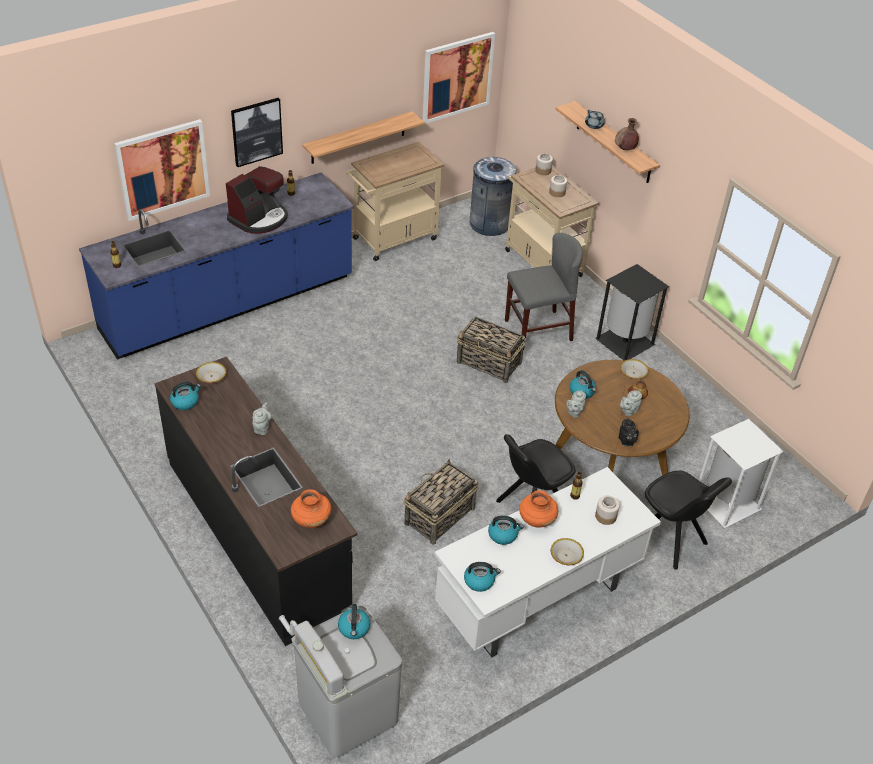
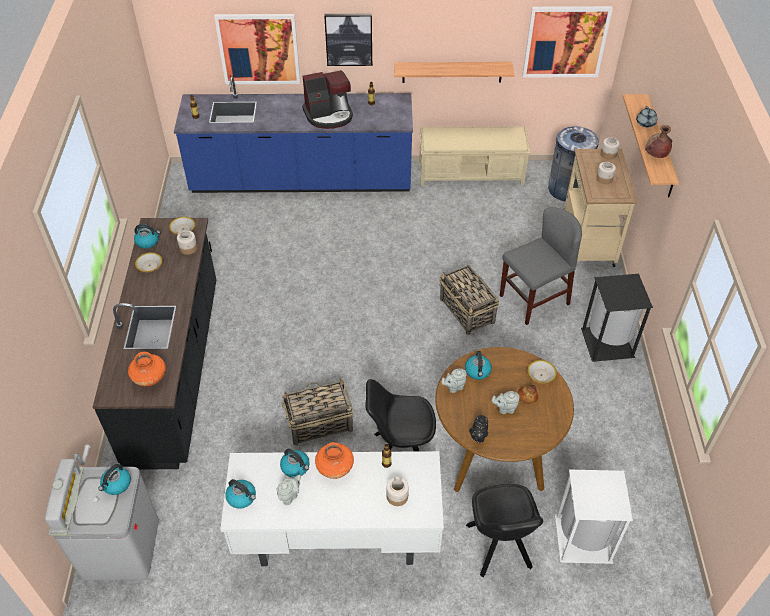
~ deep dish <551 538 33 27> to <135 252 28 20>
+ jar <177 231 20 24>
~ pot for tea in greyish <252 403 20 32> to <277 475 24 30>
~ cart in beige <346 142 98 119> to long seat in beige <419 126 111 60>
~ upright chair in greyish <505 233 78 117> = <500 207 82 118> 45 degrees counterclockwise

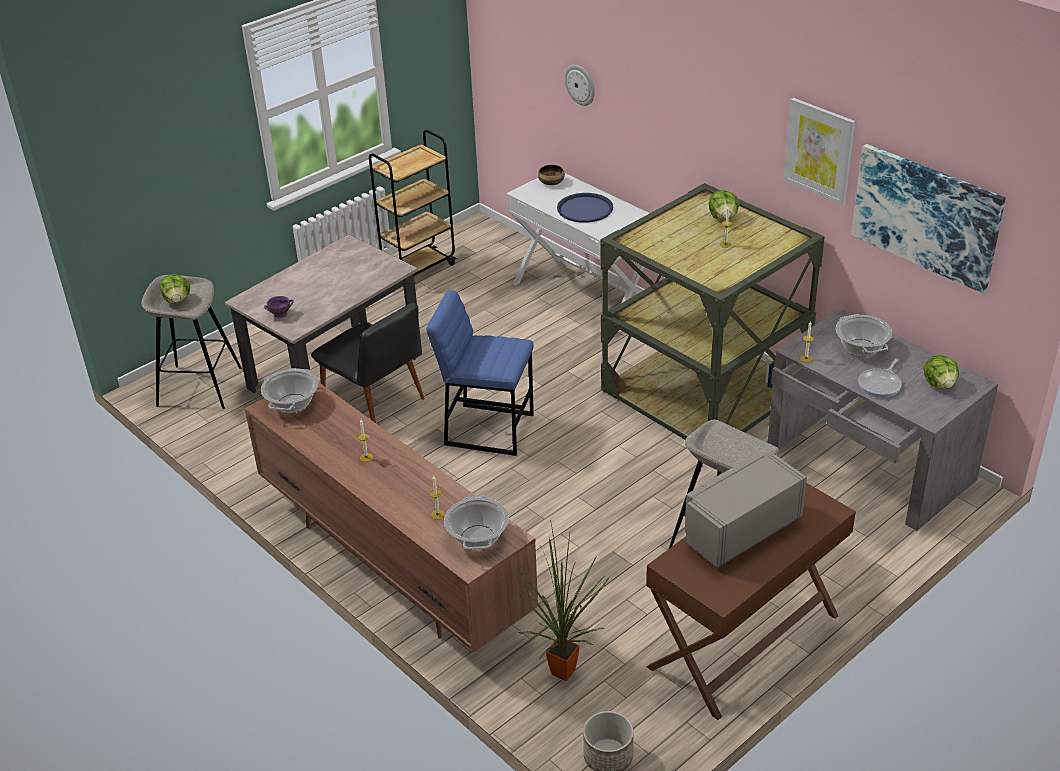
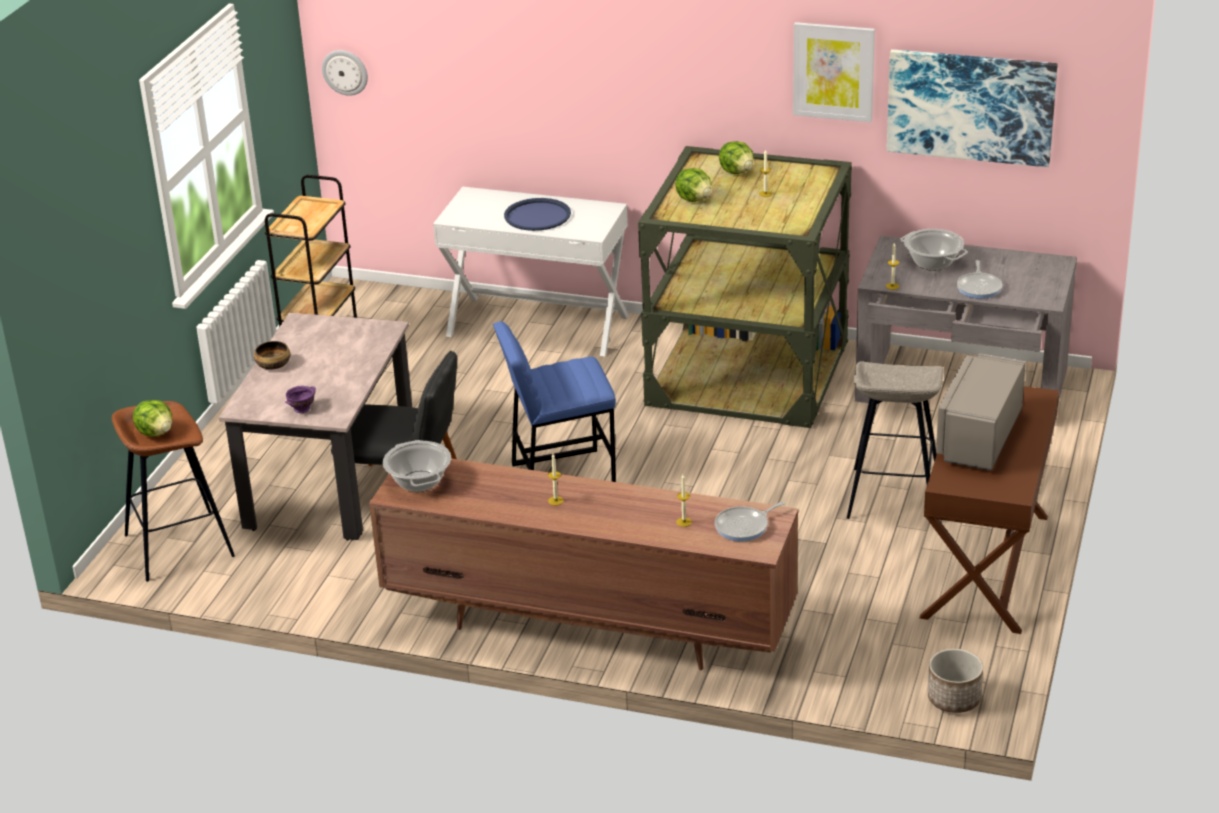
~ stool seat in greyish <141 275 101 134> to stool seat in brownish <112 401 123 181>
~ deep dish <538 165 27 20> to <254 341 36 29>
~ wall clock <564 65 31 41> to <322 50 46 46>
~ head of lettuce <924 355 35 34> to <675 168 36 34>
~ cooking pot <444 496 65 54> to frying pan <715 501 70 40>
- potted plant <517 520 92 161>

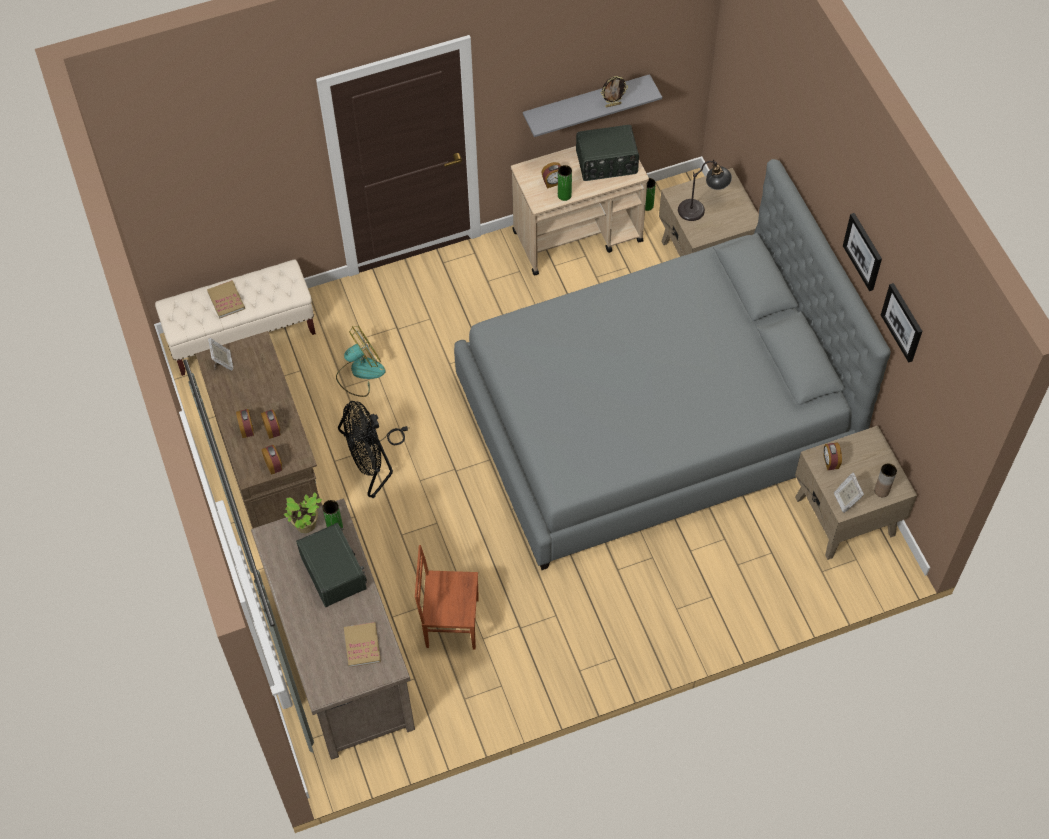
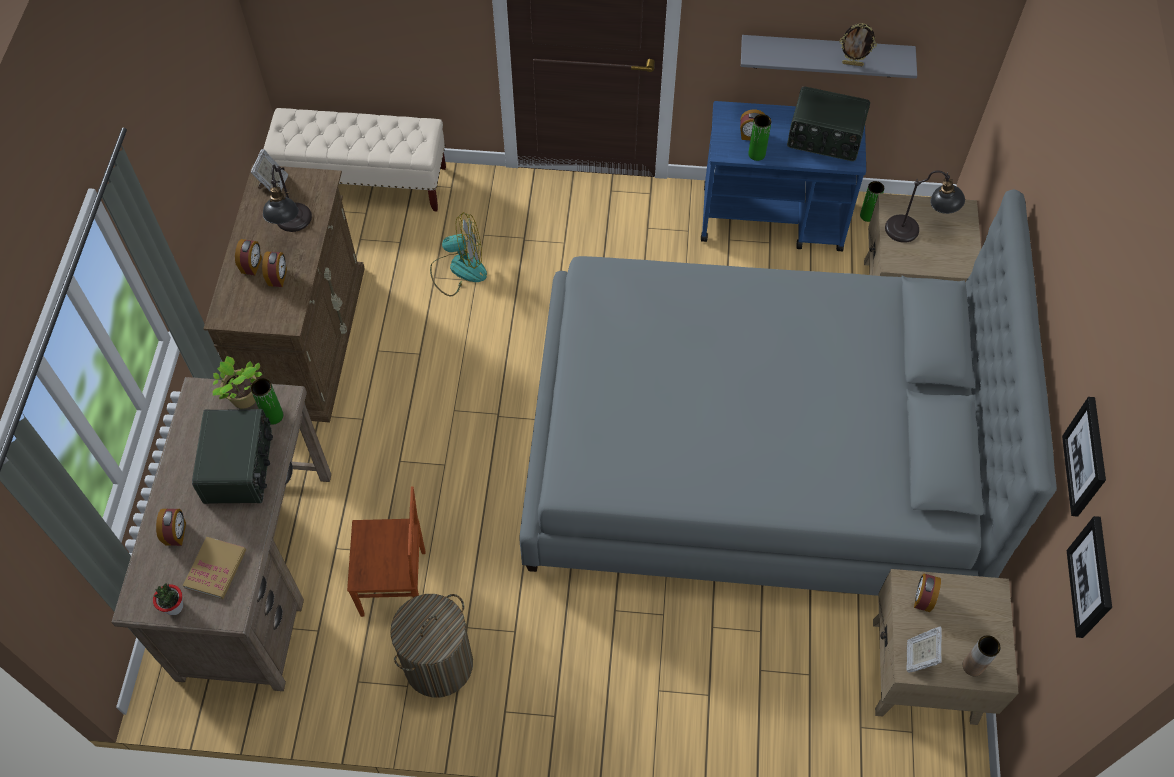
+ potted plant <153 583 30 32>
~ table clock <261 445 21 30> to <156 509 30 37>
+ lamp for a table in greyish <263 165 49 67>
~ upright chair in brownish <415 545 64 105> = <347 486 78 131> 150 degrees clockwise
+ washing basket <390 594 83 103>
~ cart in beige <511 146 138 130> to cart in blue-coloured <701 101 165 151>
~ wall art <843 213 39 78> to <1067 516 45 122>
- volume <207 280 38 39>
- cooling fan in black-coloured <338 401 71 98>

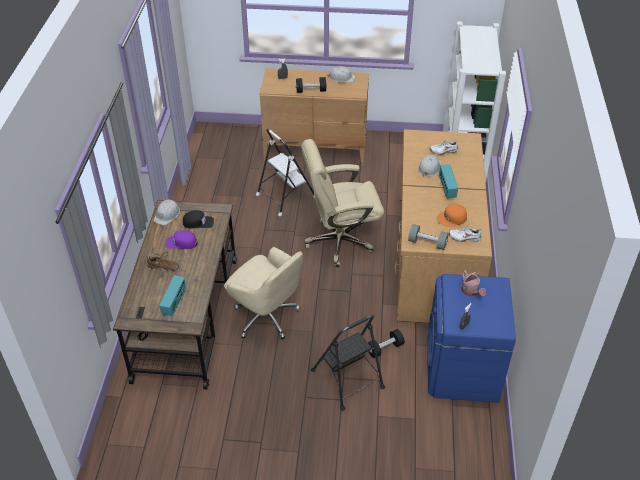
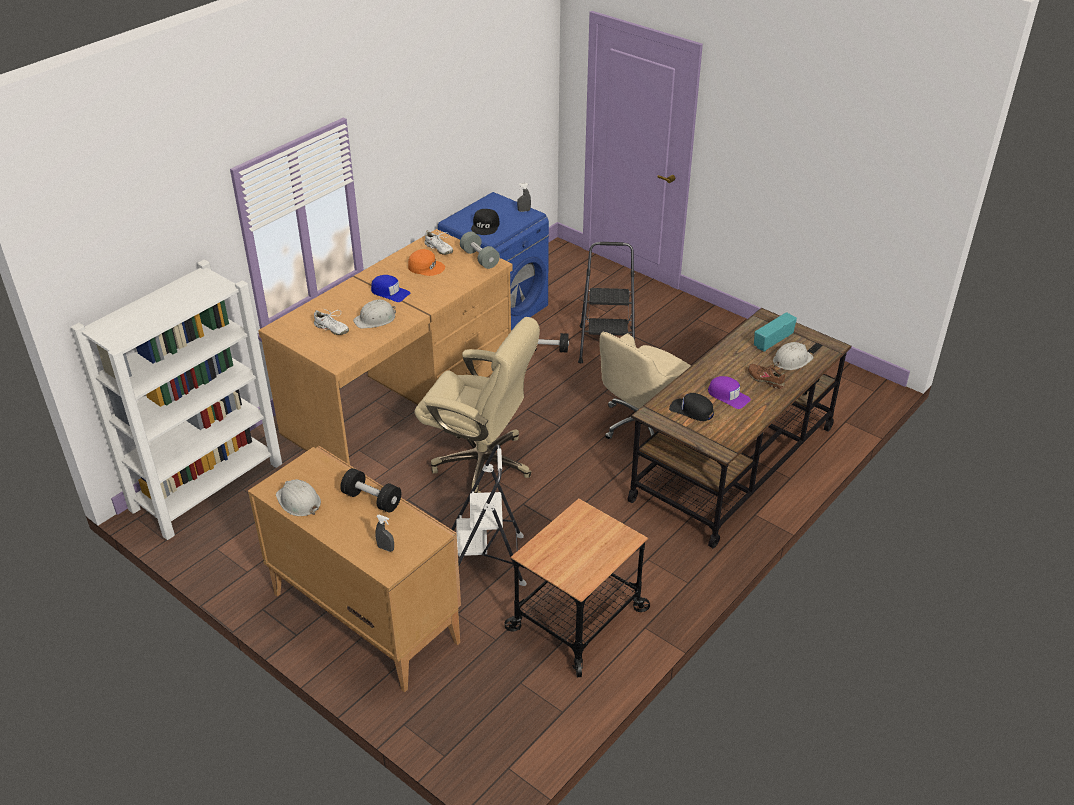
~ radio receiver <439 164 19 35> to baseball cap in blue-coloured <371 275 39 27>
~ watering pot <461 270 25 26> to baseball cap in black-coloured <471 209 28 26>
+ cart <505 498 145 179>
~ desk chair in beige <224 247 79 92> = <599 332 92 107> 120 degrees counterclockwise
~ work helmet in whitish <154 200 26 25> to <773 342 41 28>

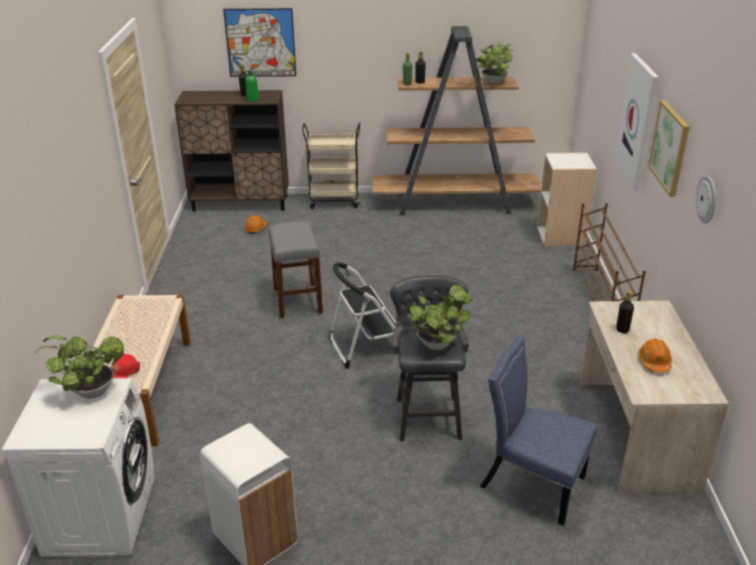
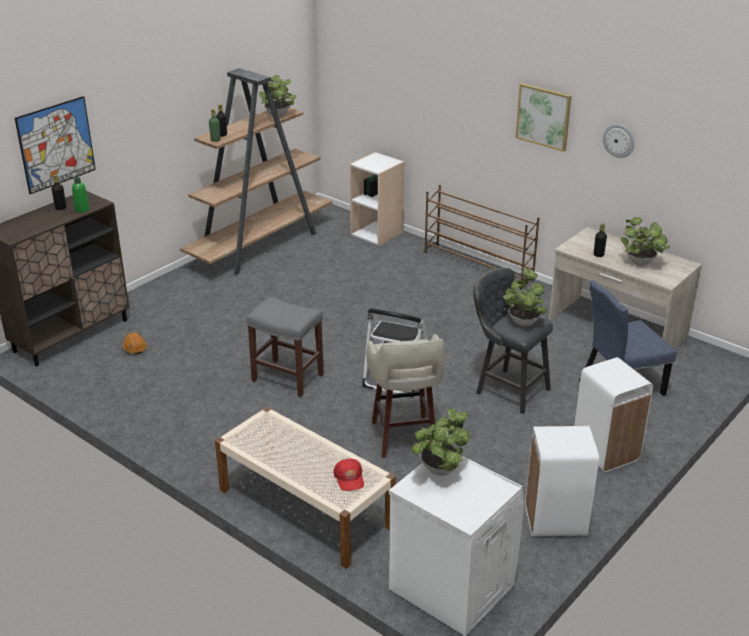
+ stool seat in beige <366 334 80 124>
+ rubbish bin in whitish <574 357 79 115>
~ work helmet in orangey <639 339 33 34> to potted plant <621 217 49 48>
- cart in beige <302 122 59 87>
- wall art <614 53 45 138>

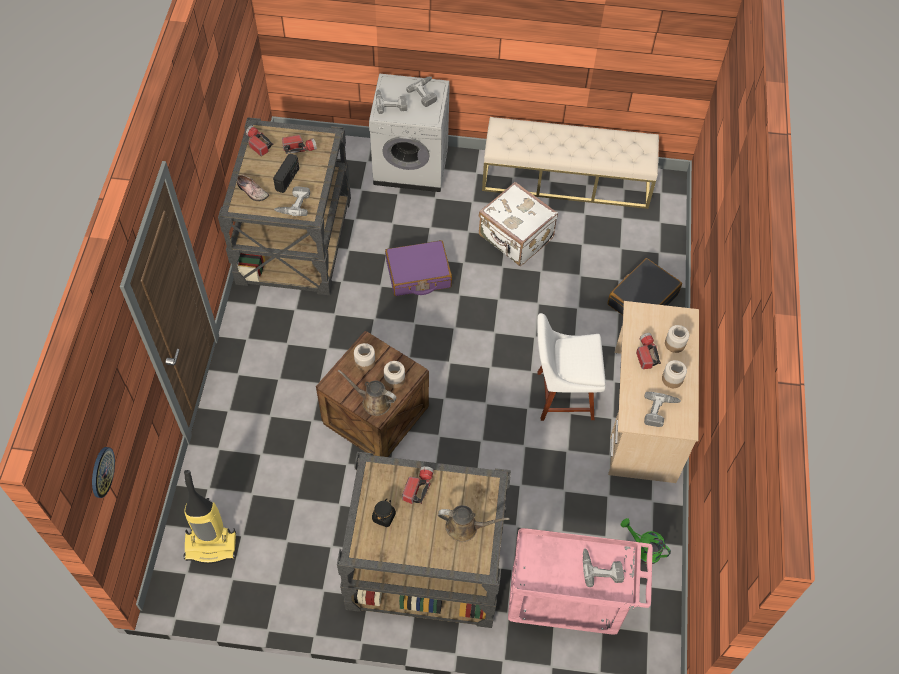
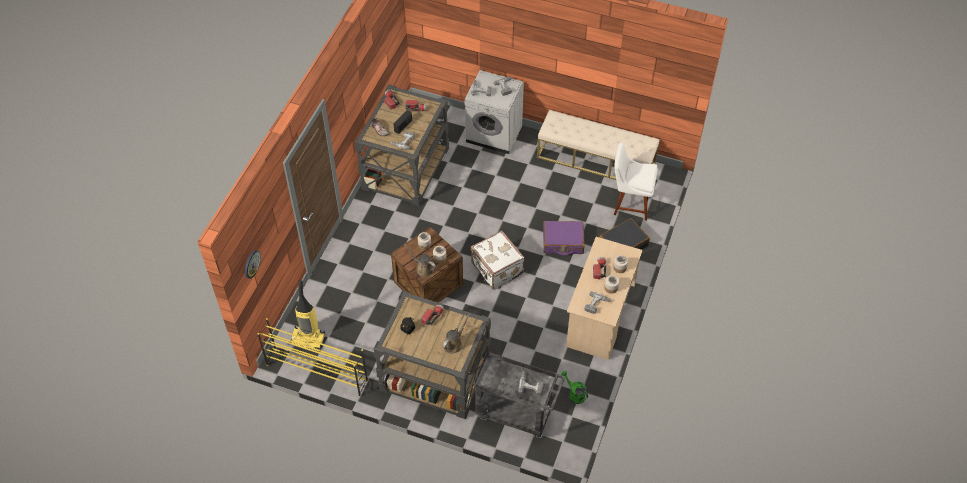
+ shoe stand in yellowish <258 318 110 79>
~ watering pot in brownish <438 505 71 37> = <442 314 28 40> 75 degrees counterclockwise
~ travel case in whitish <479 182 79 84> to <470 230 54 60>
~ cart in pinkish <508 528 145 106> to cart in greyish <474 352 91 86>
~ travel case in purple <385 240 67 56> to <543 221 42 35>
~ upright chair in whitish <537 313 69 108> to <614 142 44 79>

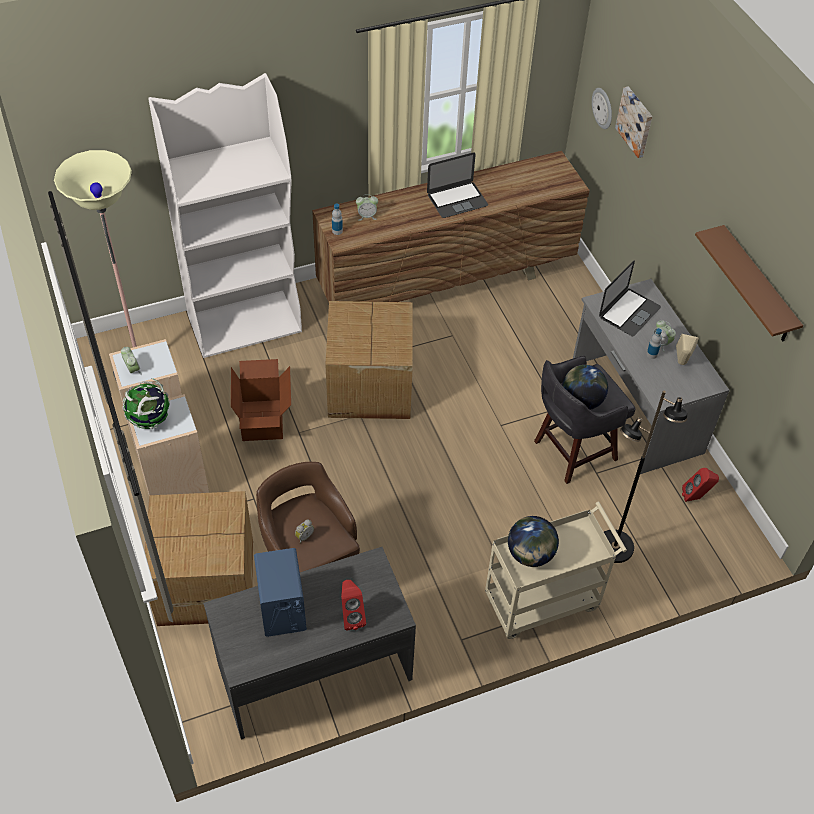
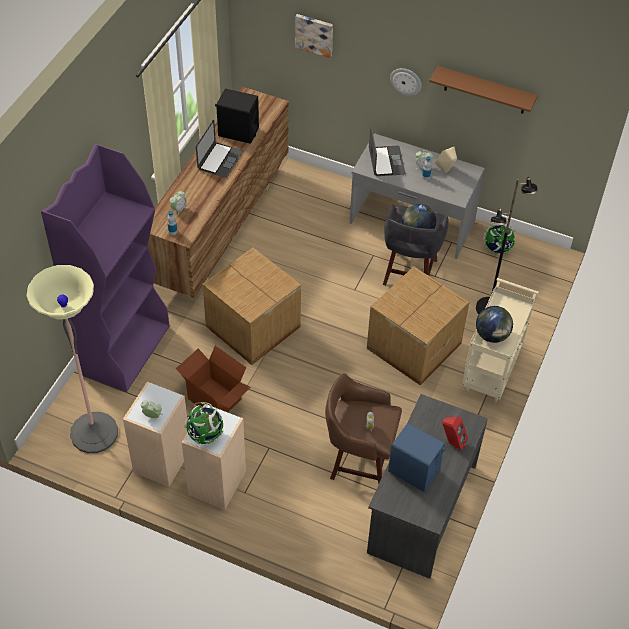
~ bookcase in whitish <148 73 154 285> to bookcase in purple <41 144 129 248>
+ loudspeaker in black-coloured <215 88 44 56>
~ packing box <145 491 108 135> to <367 267 102 118>
~ wall clock <592 88 20 41> to <390 68 32 28>
~ loudspeaker in red-coloured <682 468 37 34> to globe <483 224 32 31>

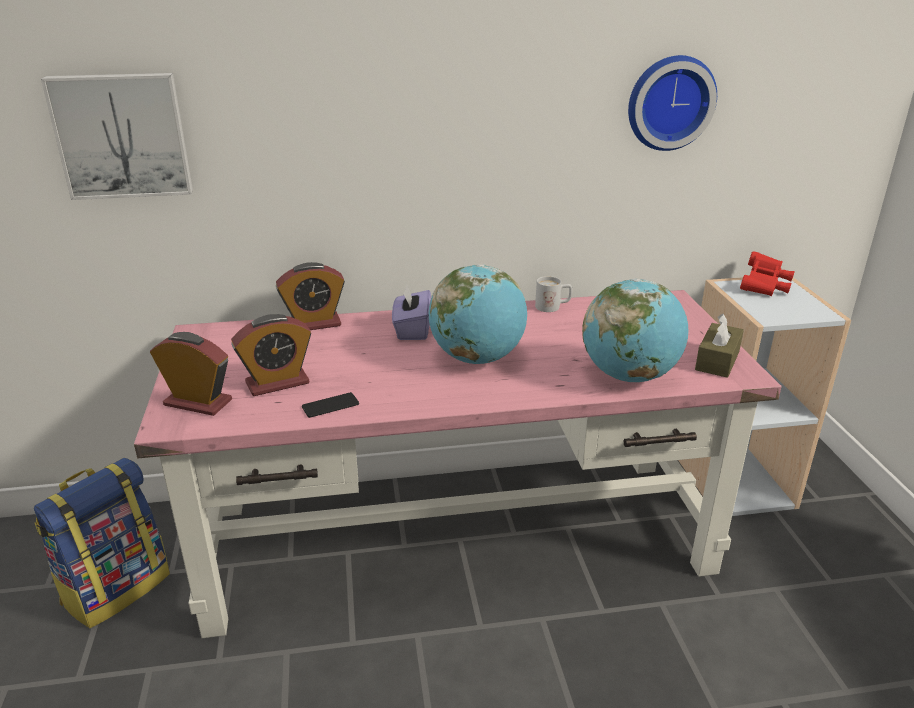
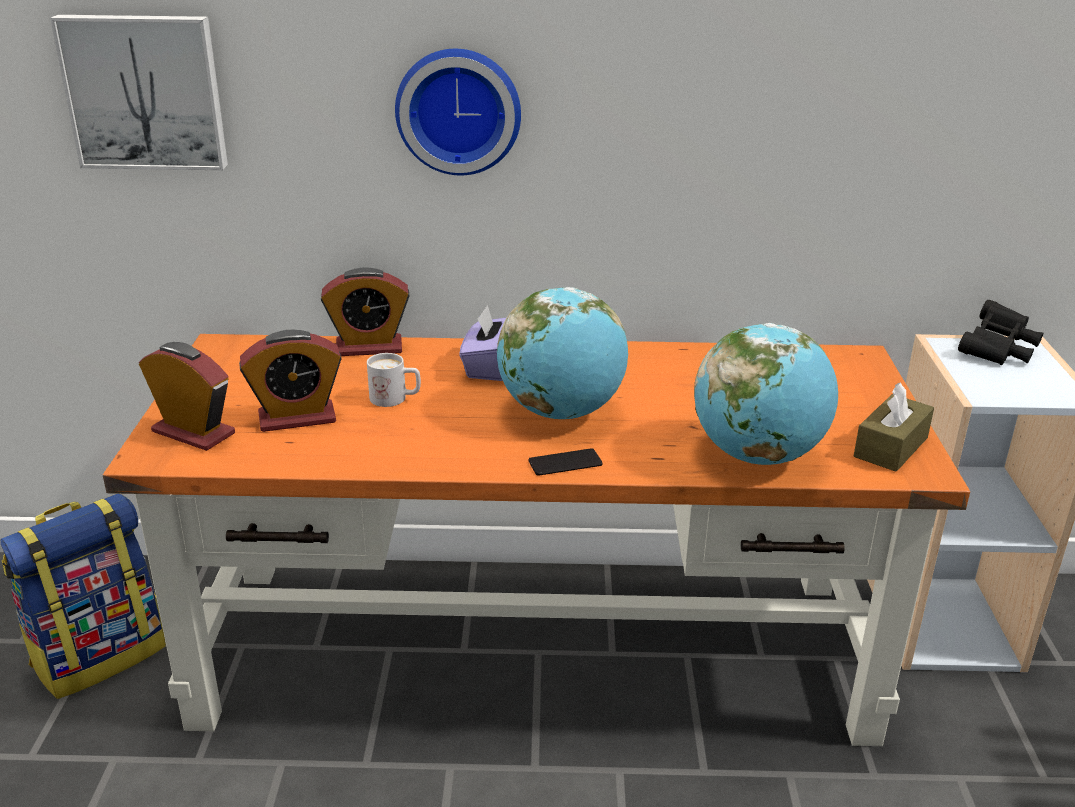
~ desk table in pinkish <134 290 648 349> to desk table in orangey <103 334 867 412>
~ tea mug in whitish <535 276 37 36> to <367 353 54 54>
~ wall clock <628 55 89 96> to <395 49 126 126>
~ telephone <302 392 57 26> to <529 448 73 28>
~ pair of binoculars in red-coloured <740 251 55 45> to pair of binoculars in black-coloured <958 300 85 65>

